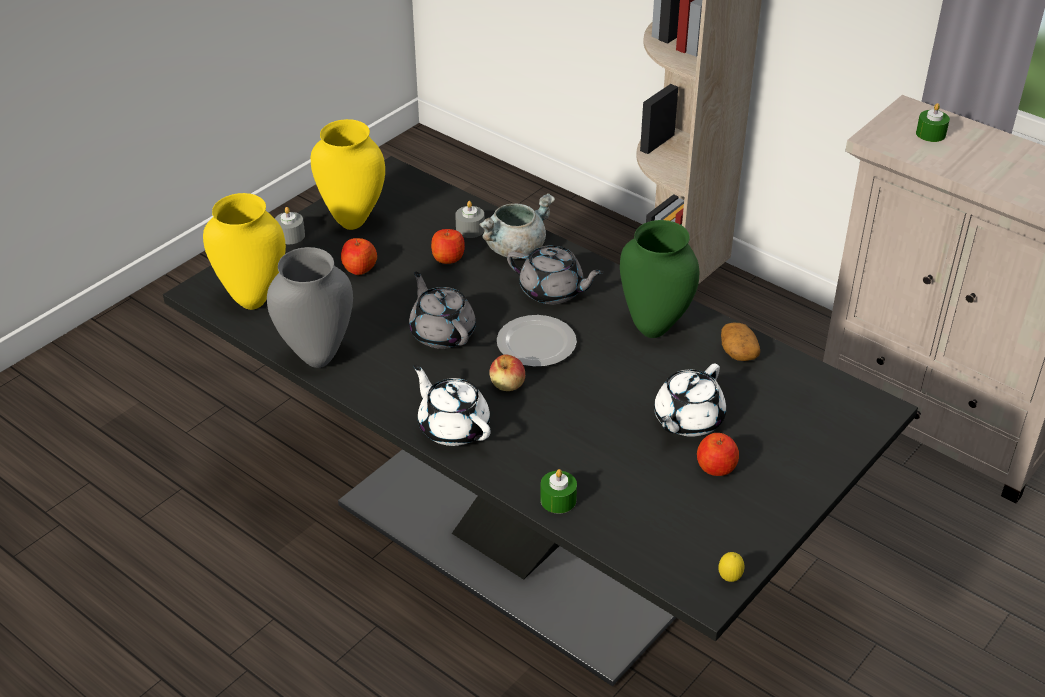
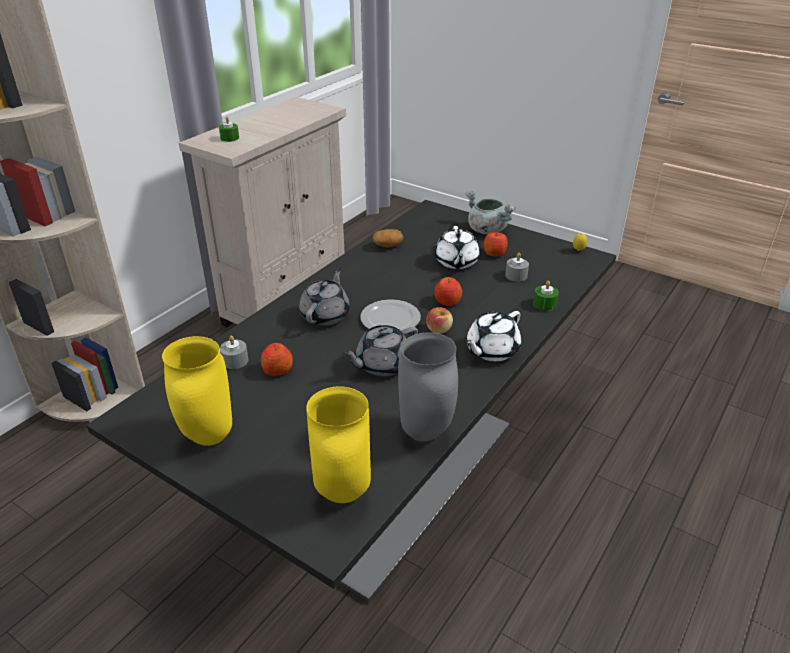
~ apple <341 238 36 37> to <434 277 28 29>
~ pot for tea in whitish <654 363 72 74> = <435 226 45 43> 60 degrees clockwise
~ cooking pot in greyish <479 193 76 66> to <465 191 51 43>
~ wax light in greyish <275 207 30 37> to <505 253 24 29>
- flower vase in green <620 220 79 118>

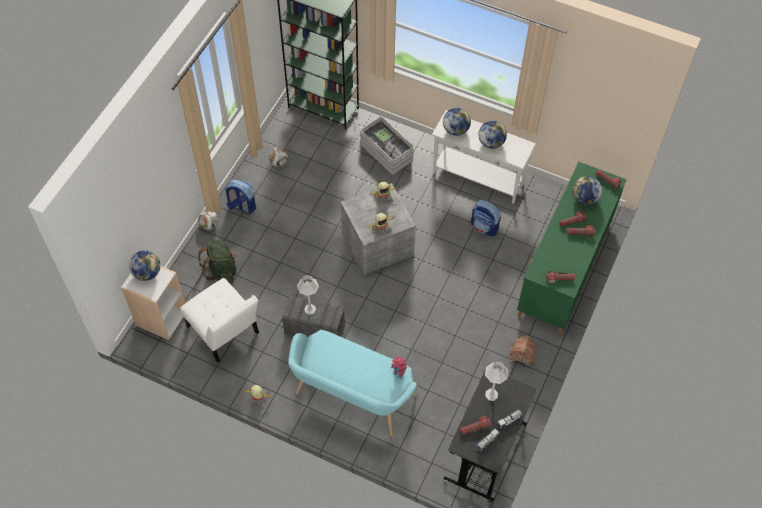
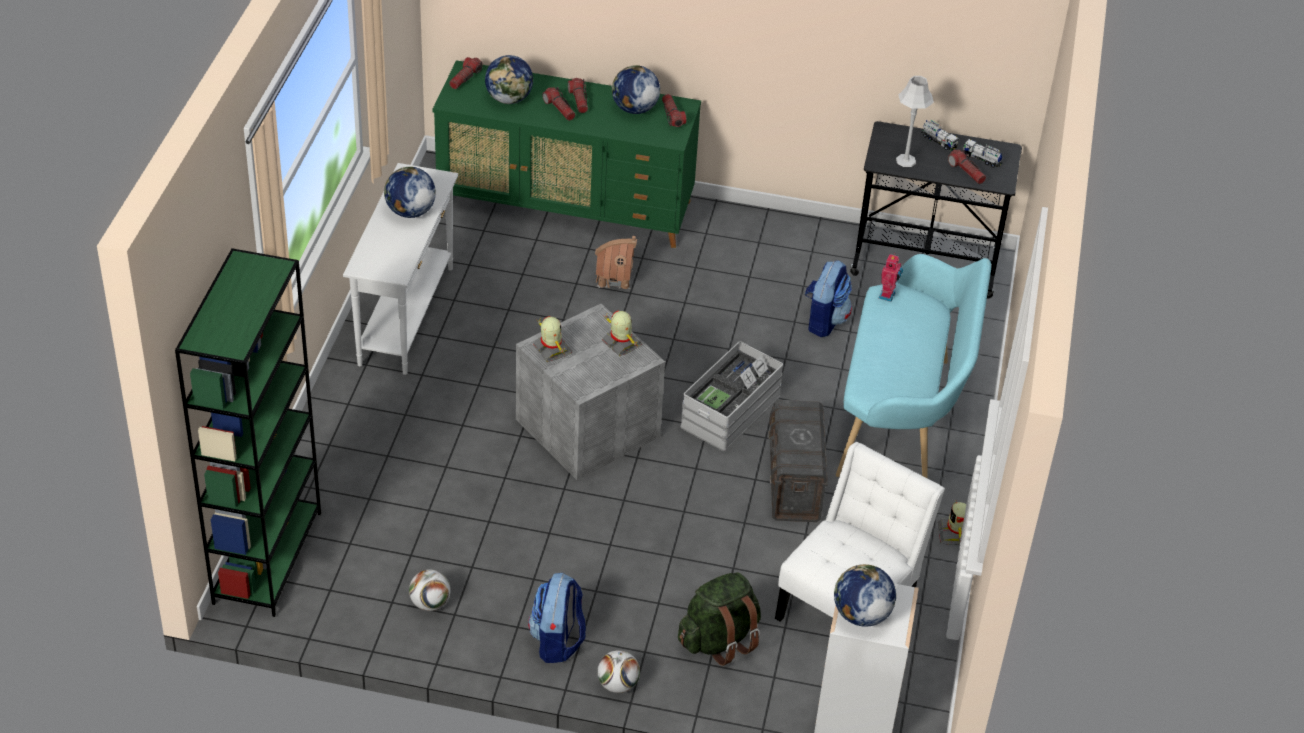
~ toy house <509 335 26 31> to <595 236 42 53>
~ globe <443 108 28 28> to <611 65 49 49>
~ storage container in greyish <360 116 54 59> to <680 341 103 110>
~ rucksack <471 199 30 38> to <805 260 47 77>
- lamp for a table in greyish <297 275 22 40>

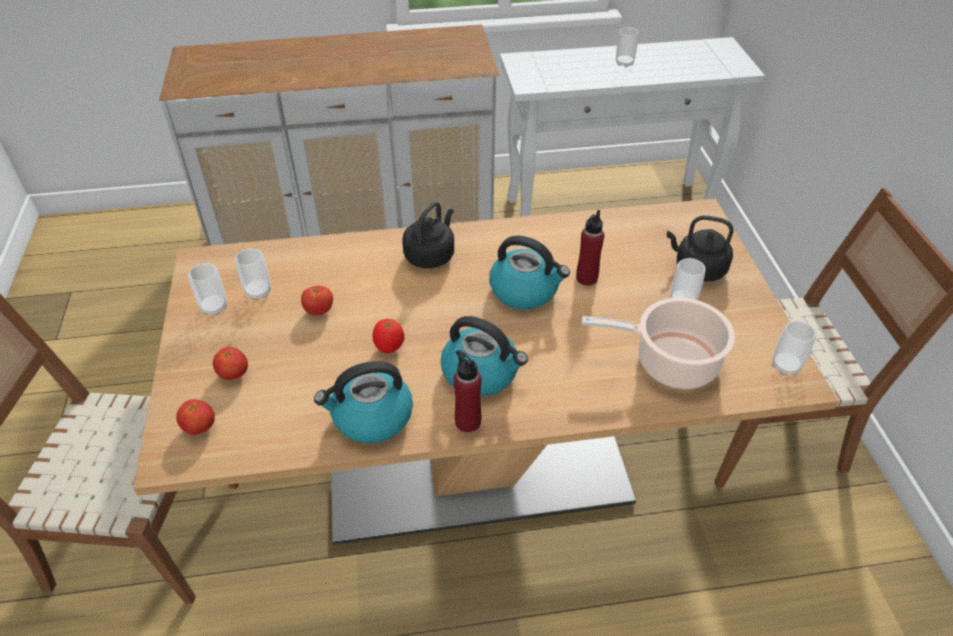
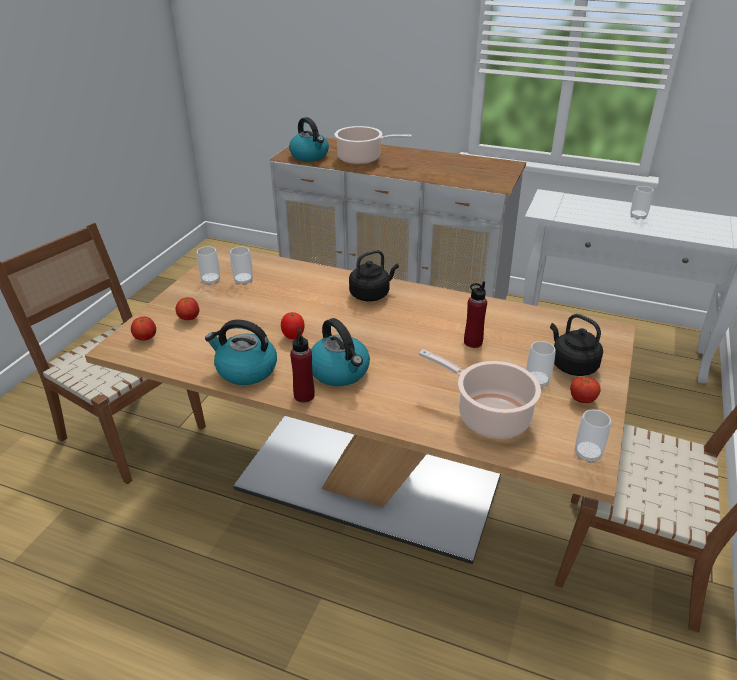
~ kettle <489 235 81 75> to <289 117 40 44>
+ cooking pot <335 126 77 38>
~ fresh tomato <301 286 32 29> to <570 377 31 26>

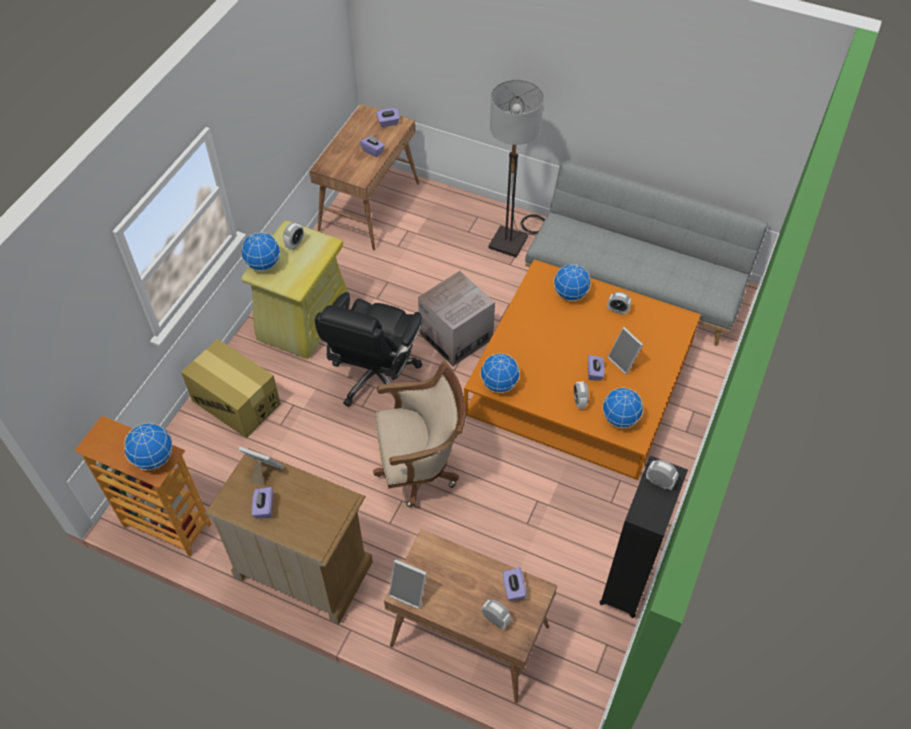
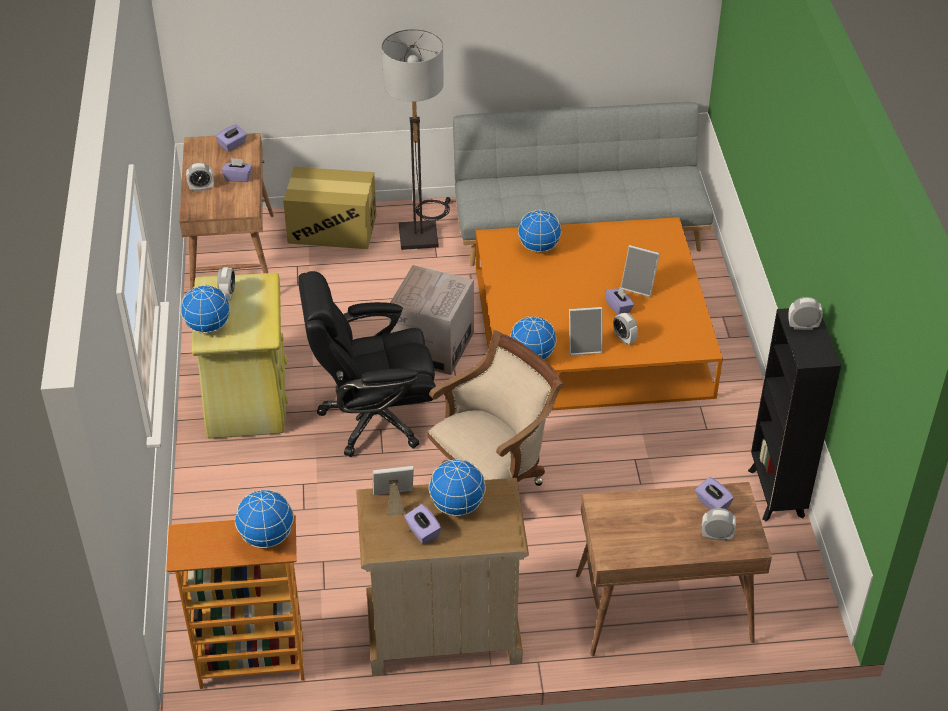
~ table clock <608 292 23 23> to <186 162 28 29>
~ packing box <181 339 100 99> to <283 167 94 82>
~ desk chair in black-coloured <315 292 107 115> = <298 271 138 186> 90 degrees clockwise
~ globe <602 388 42 40> to <429 460 57 56>
~ picture frame <389 559 38 50> to <569 307 34 48>

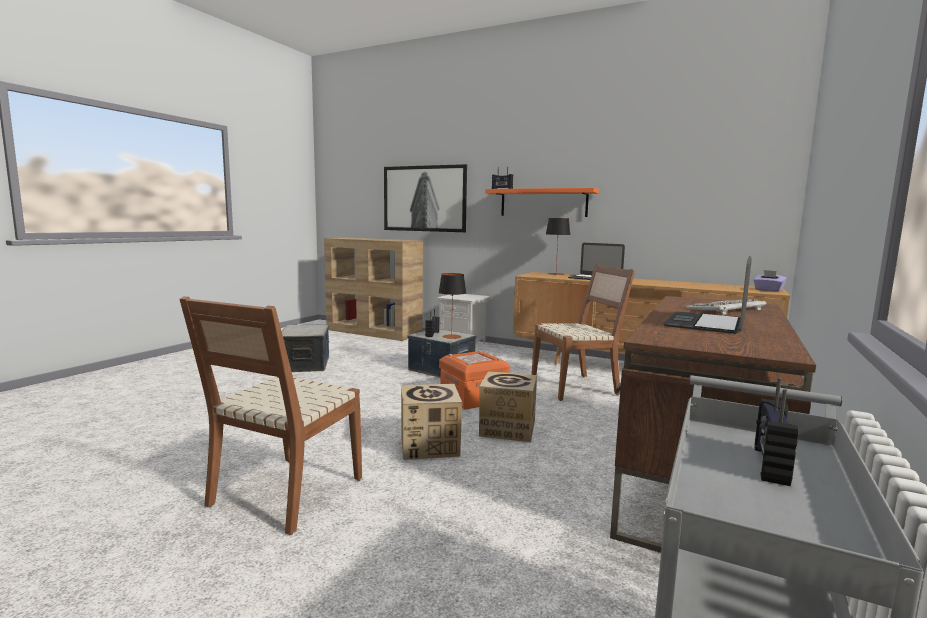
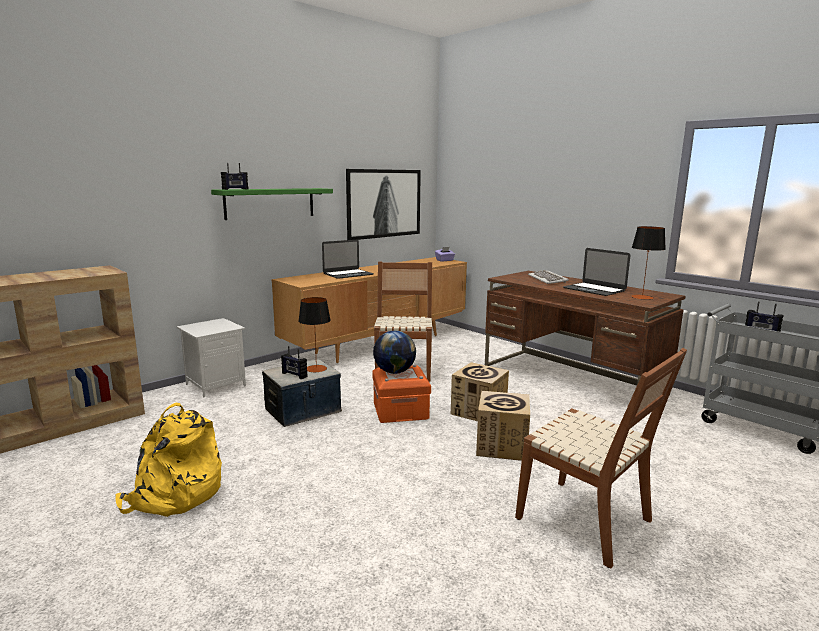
~ storage container <282 325 47 47> to rucksack in yellowish <115 403 107 114>
~ wall shelf in orangey <485 188 114 29> to wall shelf in green <211 188 122 32>
~ wall art <384 164 83 68> to <346 169 75 71>
+ globe <373 331 43 43>
~ lamp for a table <546 218 24 57> to <631 226 35 74>

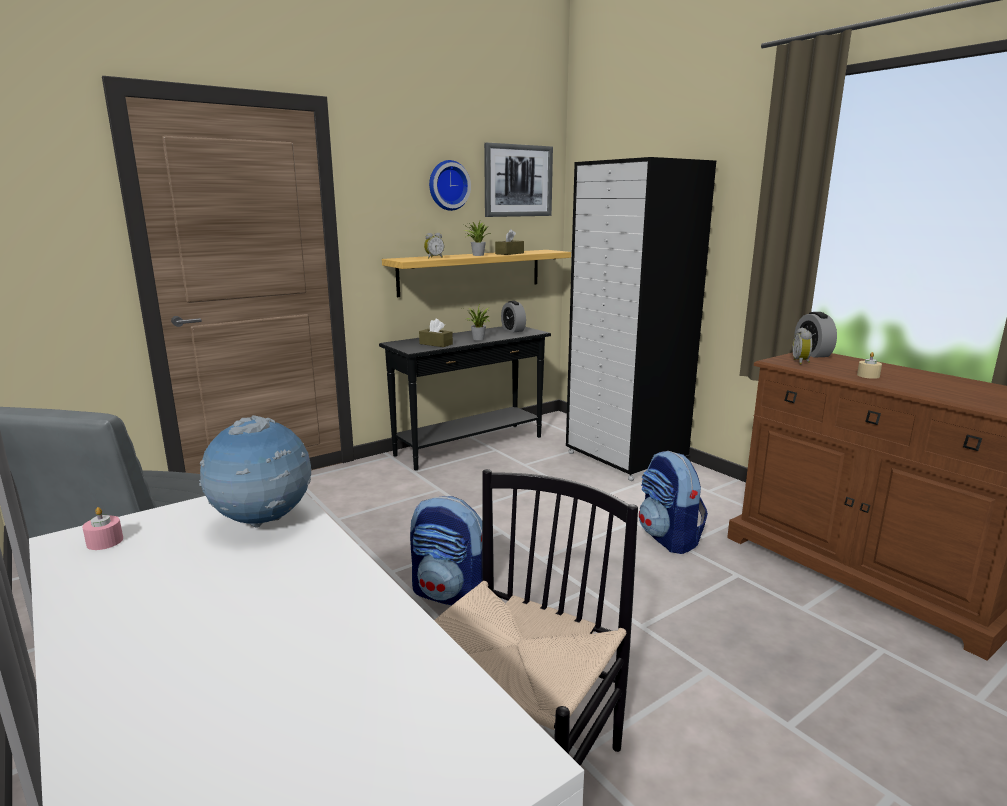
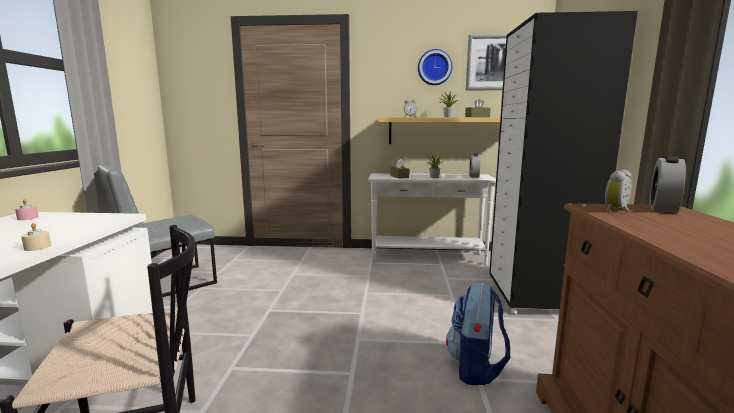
~ wax light in beige <857 352 25 27> to <21 223 30 28>
~ narrow table in black-coloured <379 326 172 145> to narrow table in whitish <368 173 128 92>
- globe <199 415 113 113>
- rucksack <410 496 72 109>

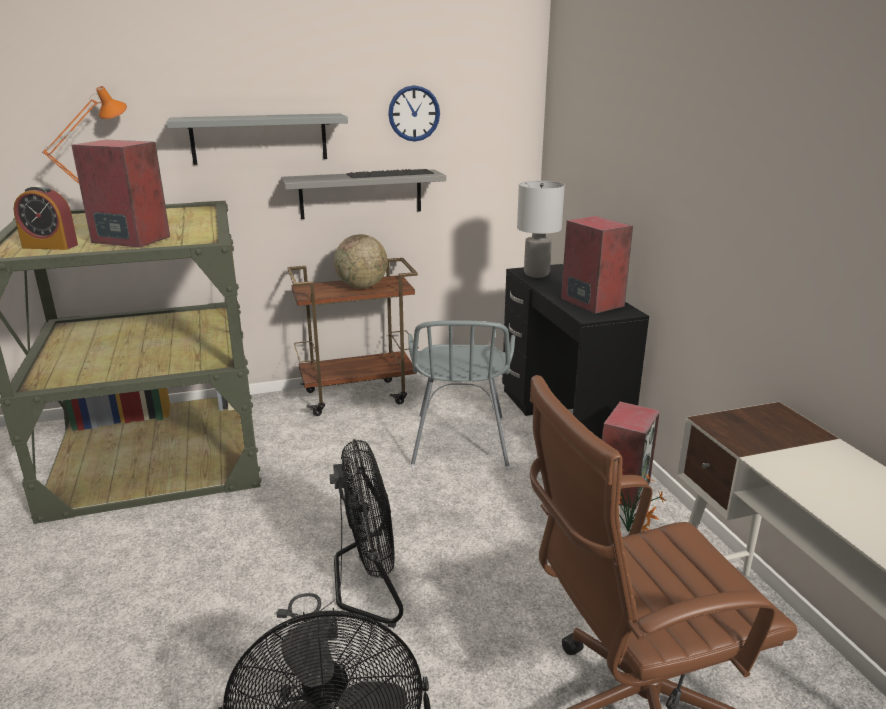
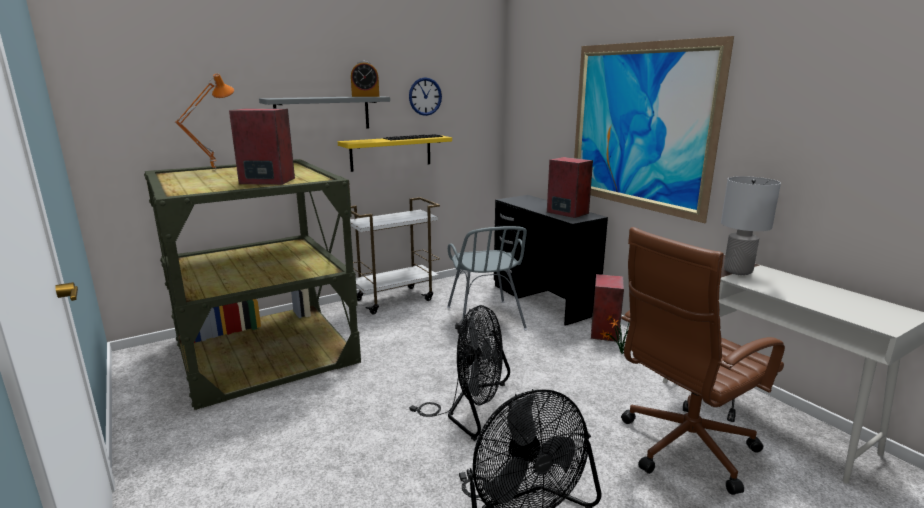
~ wall shelf in greyish <281 169 165 50> to wall shelf in yellowish <338 135 114 37>
~ cart in brownish <287 258 132 158> to cart in whitish <350 197 90 118>
~ table clock <14 186 64 64> to <351 61 28 36>
~ cooling fan in black-coloured <274 439 130 189> = <410 305 100 136> 45 degrees clockwise
+ wall art <574 36 160 187>
~ lamp for a table in greyish <517 181 48 97> to <721 176 60 99>
- globe <334 234 54 54>

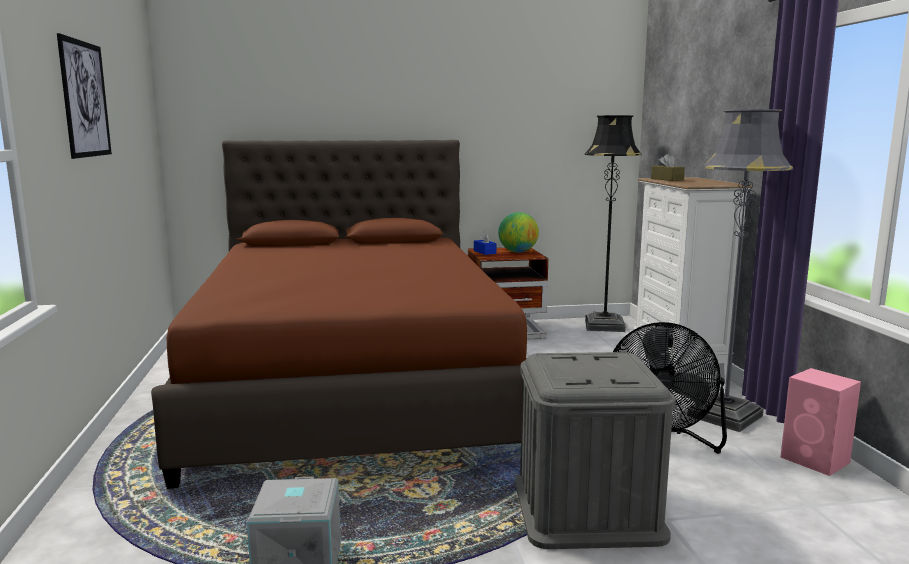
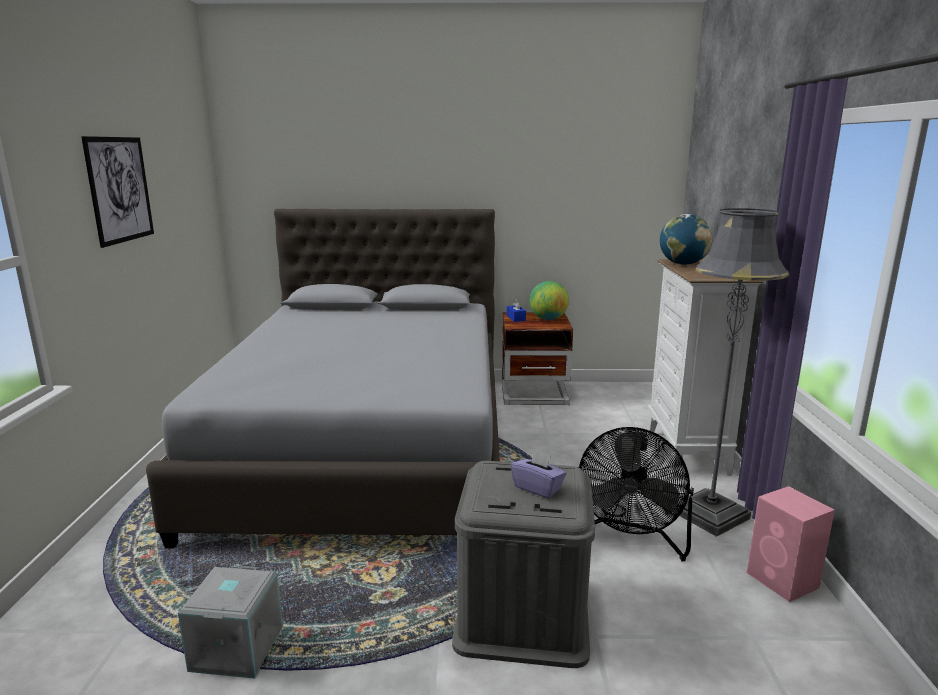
~ bed in brownish <151 140 376 349> to bed in greyish <146 209 354 339>
+ tissue box in purple <510 449 56 50>
~ tissue box in brownish <651 154 34 27> to globe <660 214 53 51>
- standing lamp in black-coloured <585 115 57 217>

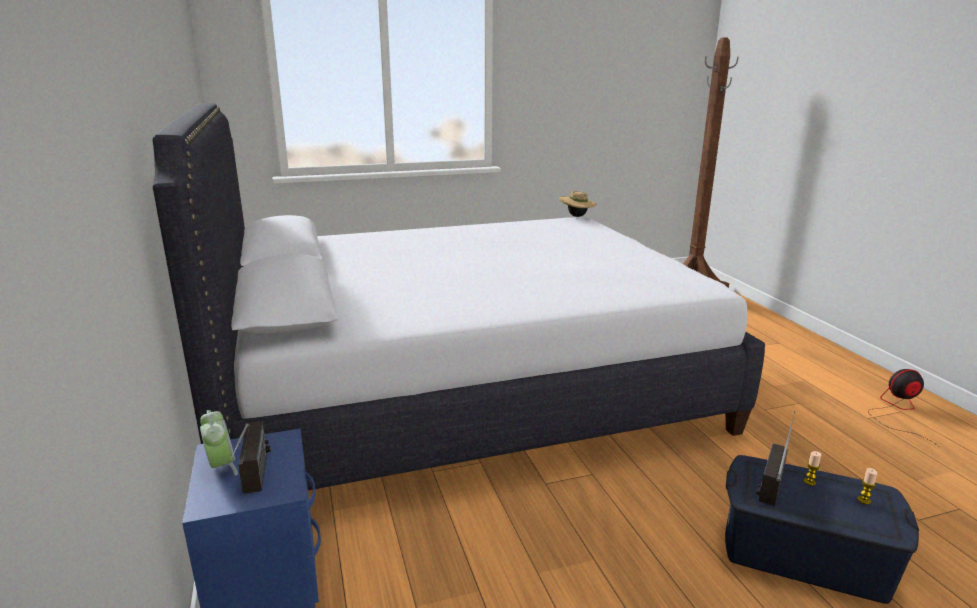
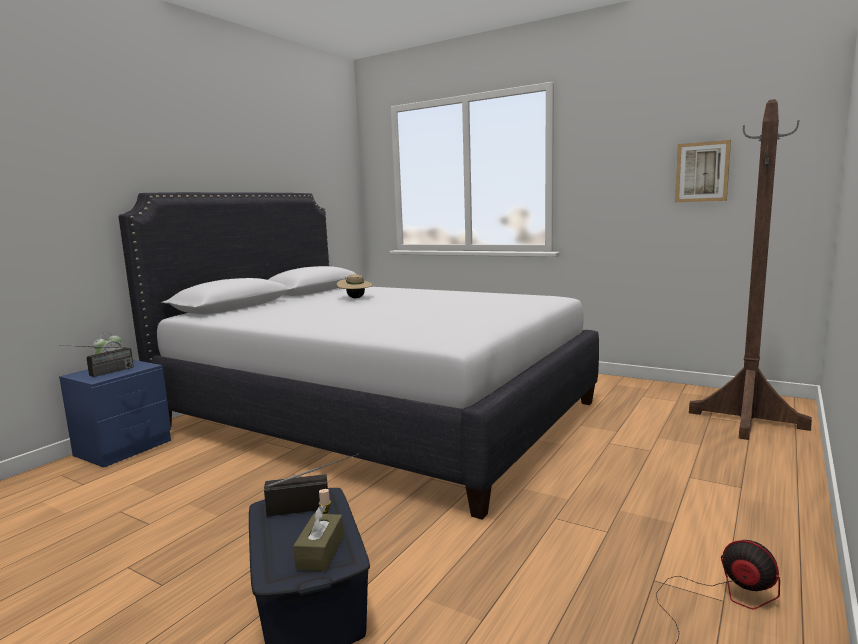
~ wax light <857 468 20 36> to tissue box in brownish <293 505 51 66>
~ clothing hat in beige <559 191 38 26> to <337 274 36 24>
+ wall art <675 140 56 62>

